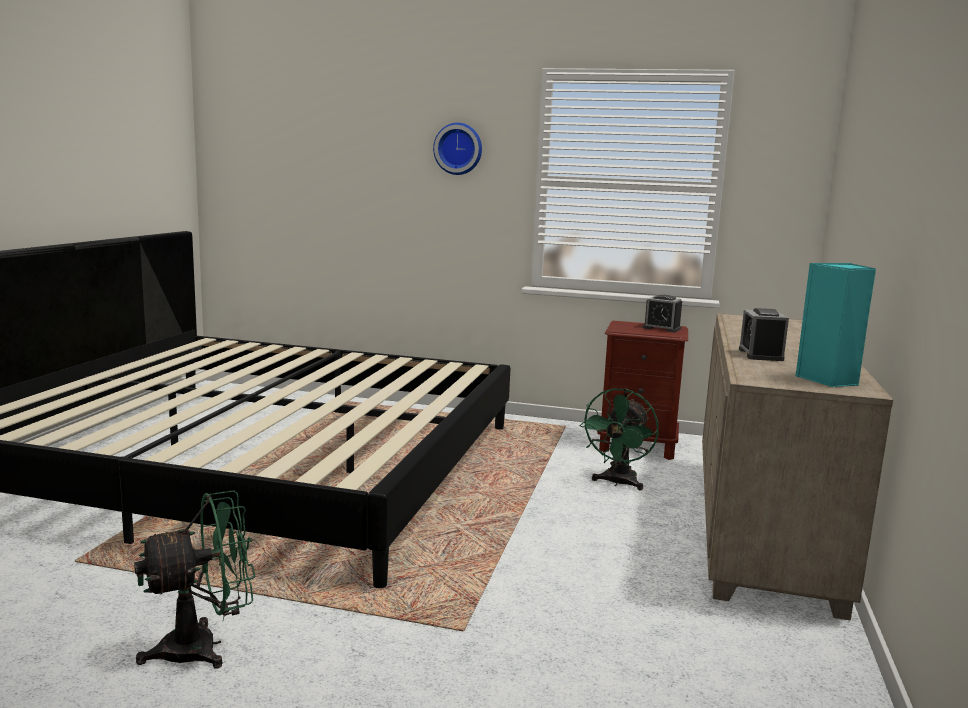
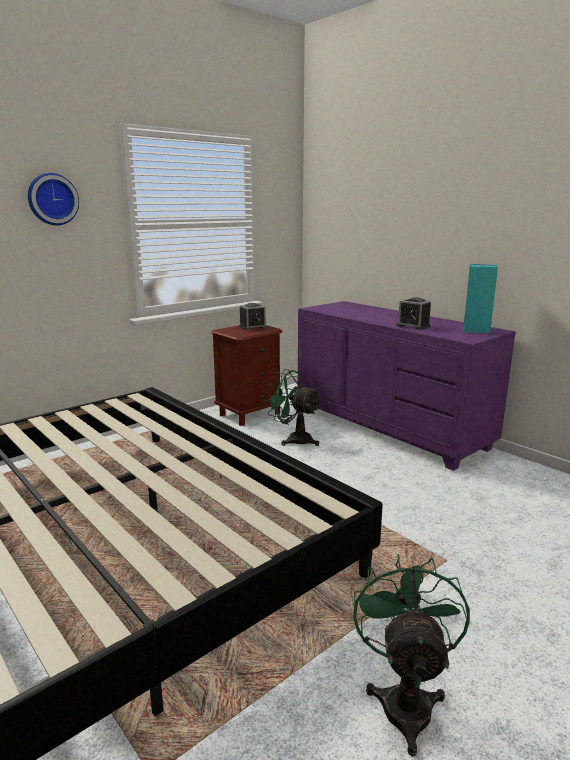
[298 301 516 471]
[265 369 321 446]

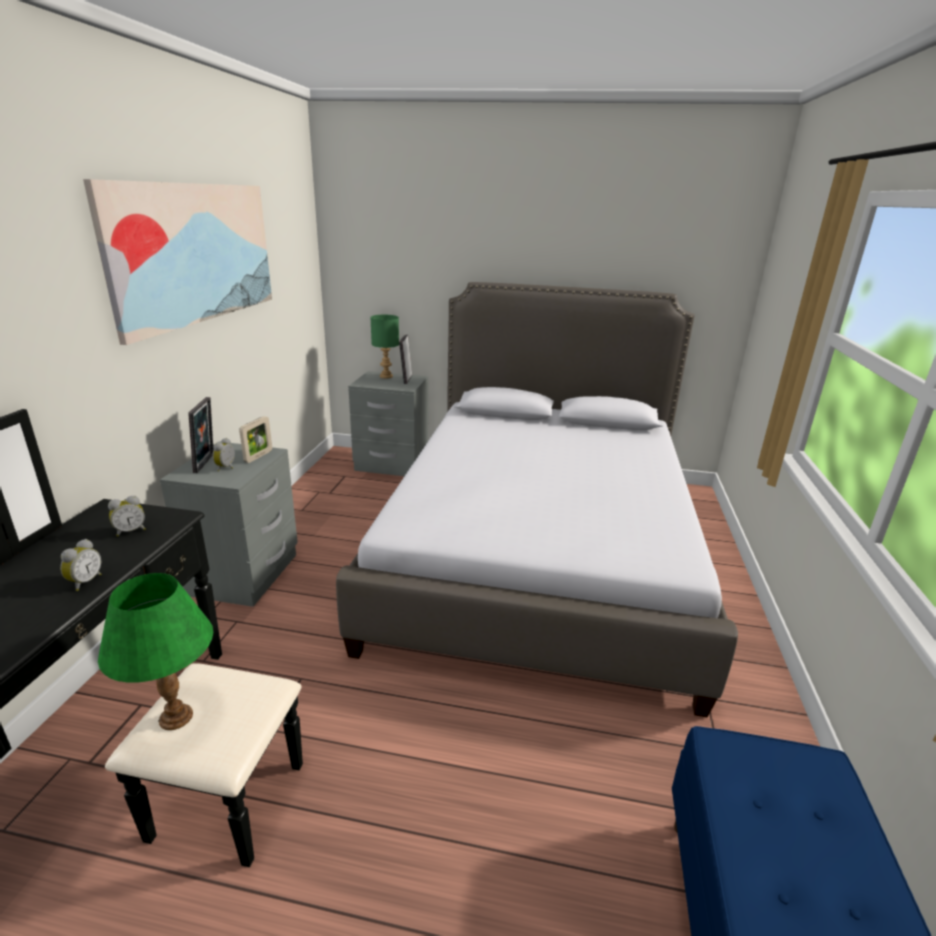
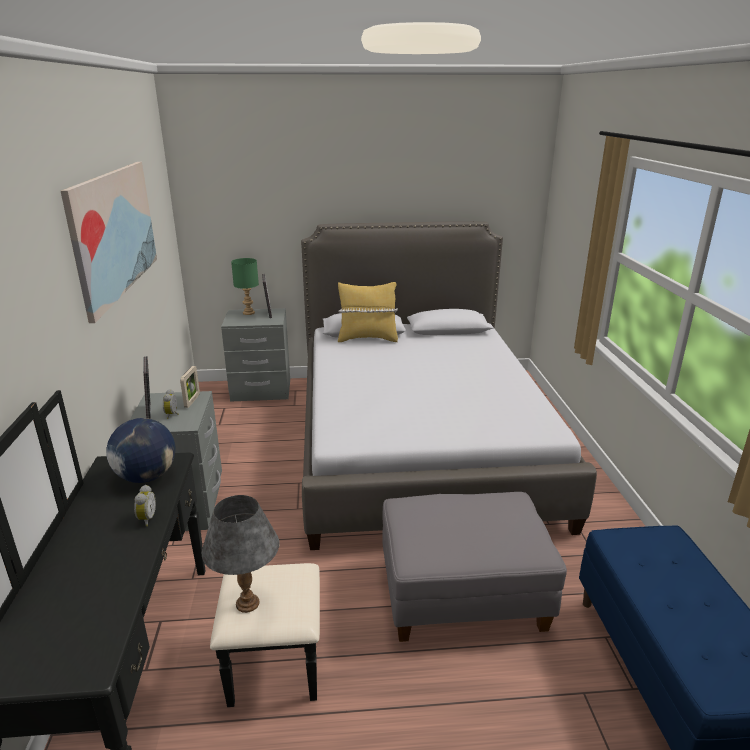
[106 418 176 483]
[201 495 279 613]
[338 282 398 342]
[382 492 567 642]

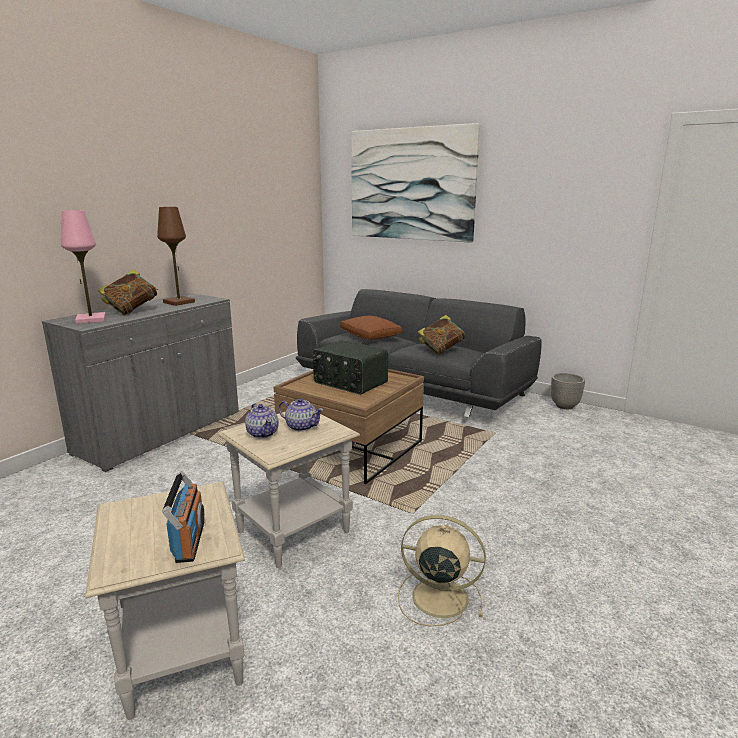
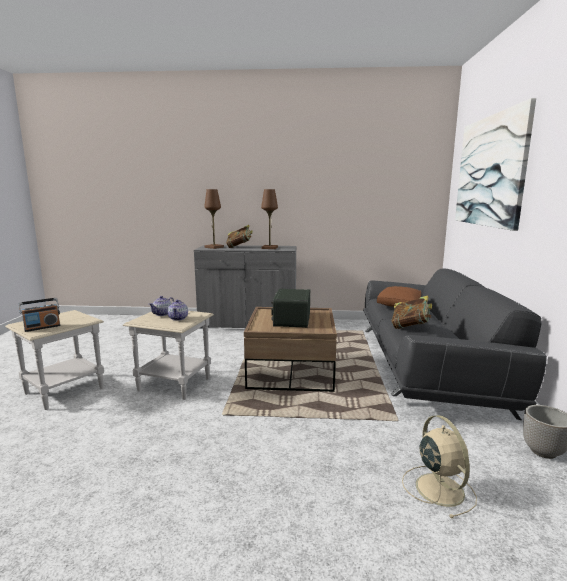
[204 189 224 249]
[402 415 477 519]

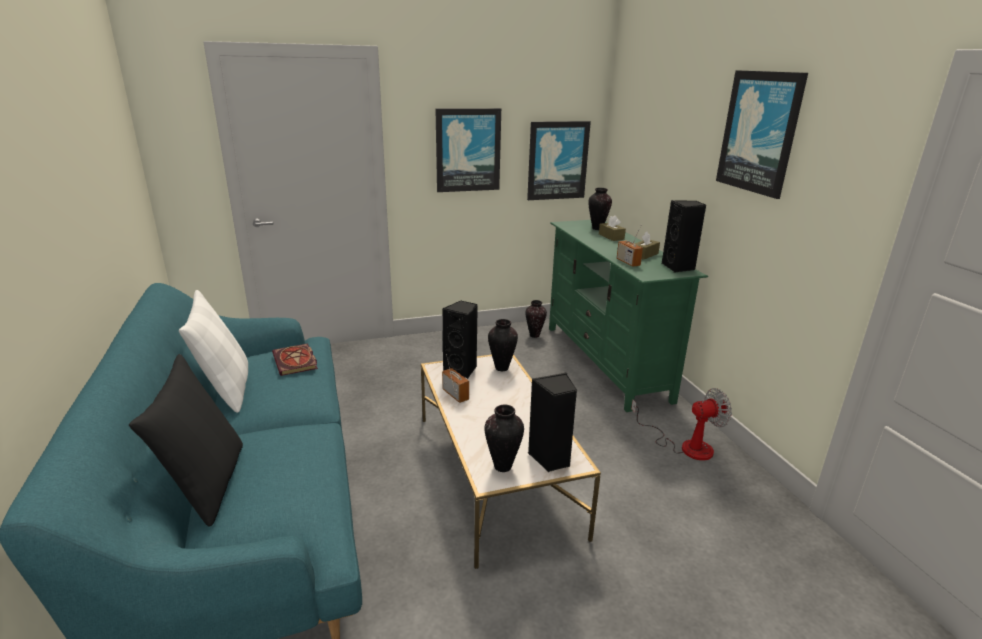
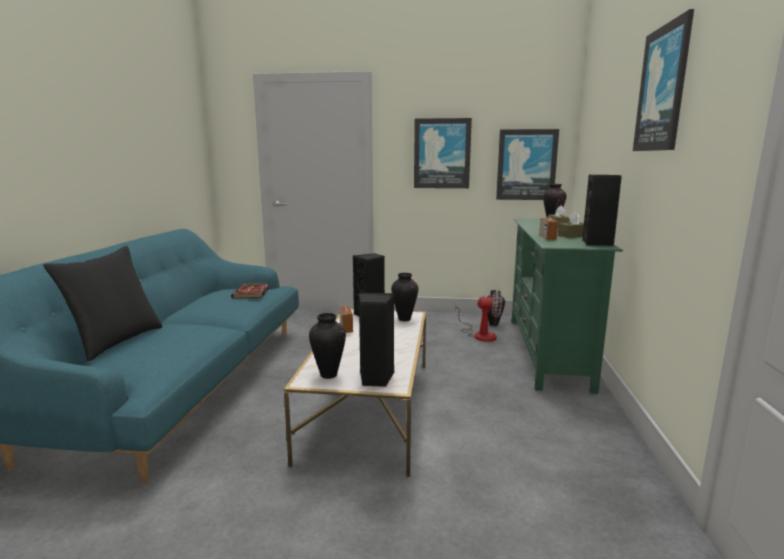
[179 290 248 413] (first image)
[455 290 502 342]

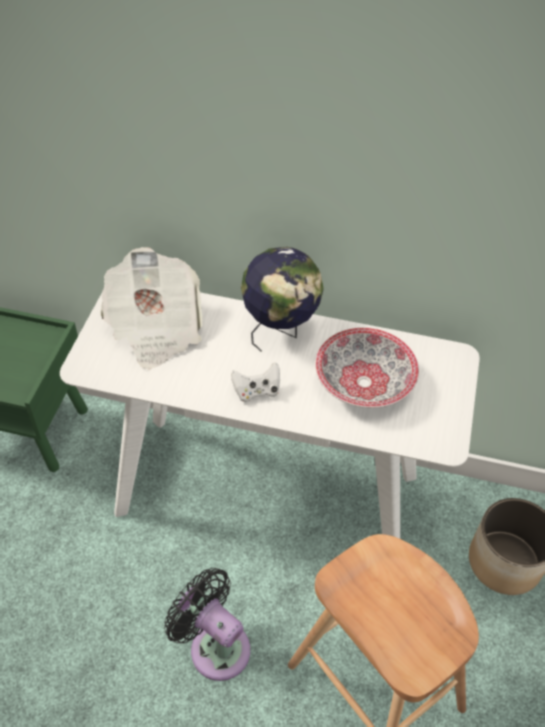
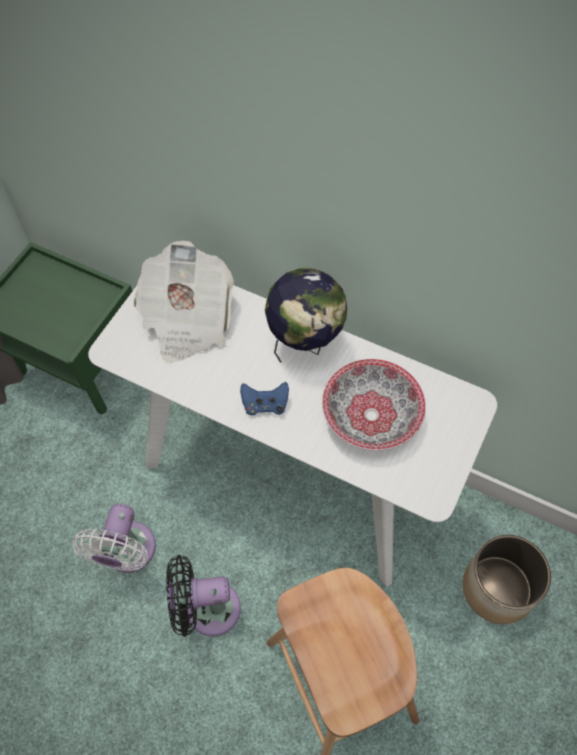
[240 382 289 416]
[166 555 241 637]
[72 504 156 573]

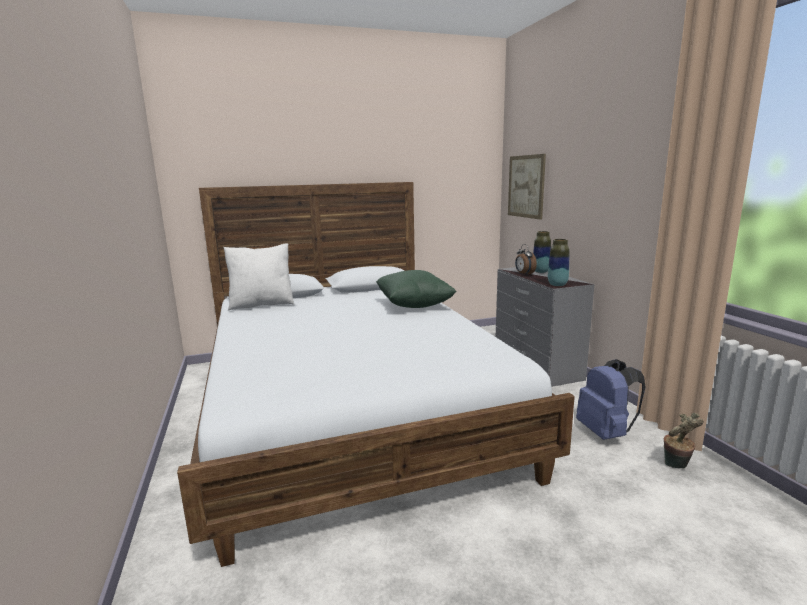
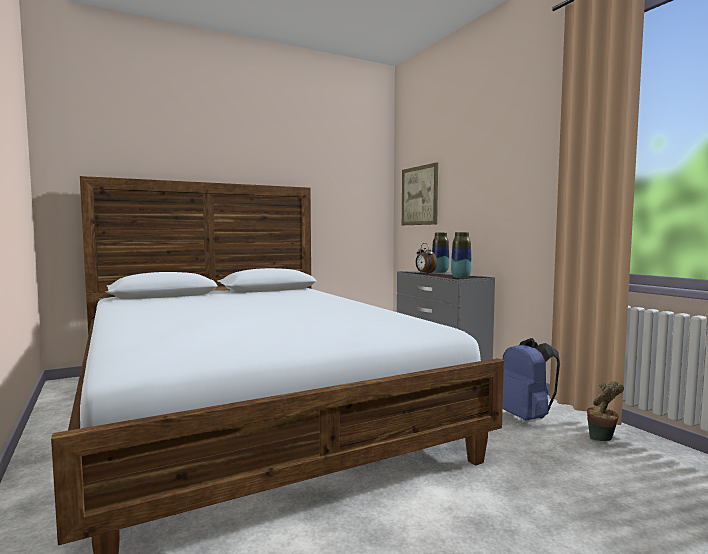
[223 243 294 311] (first image)
[376 270 457 308] (first image)

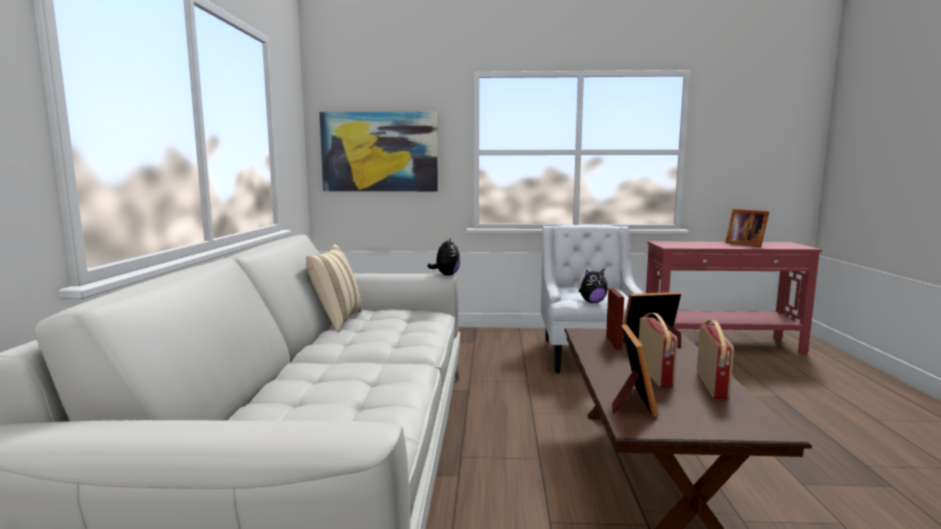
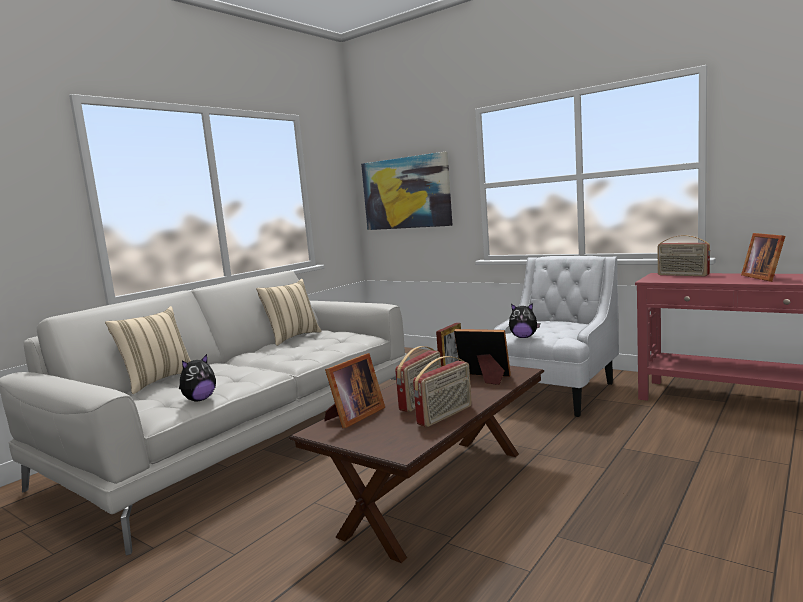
[179 354 216 401]
[658 235 710 276]
[105 306 191 394]

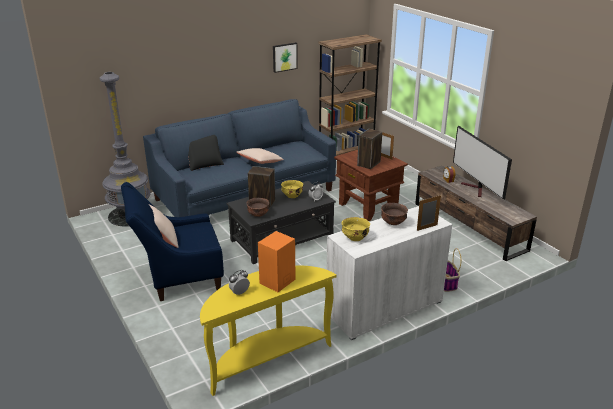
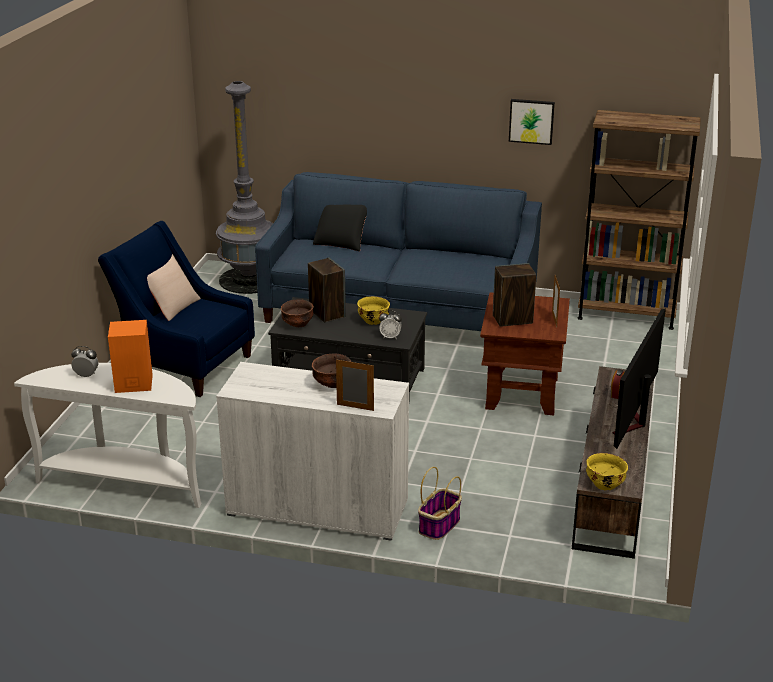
[237 148 284 164] (first image)
[586 453 628 490]
[14 363 202 508]

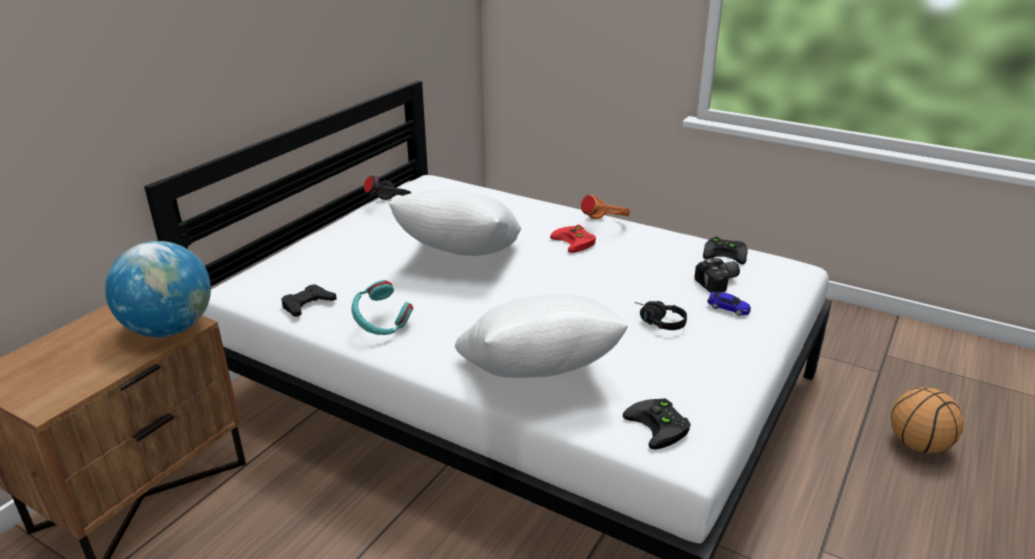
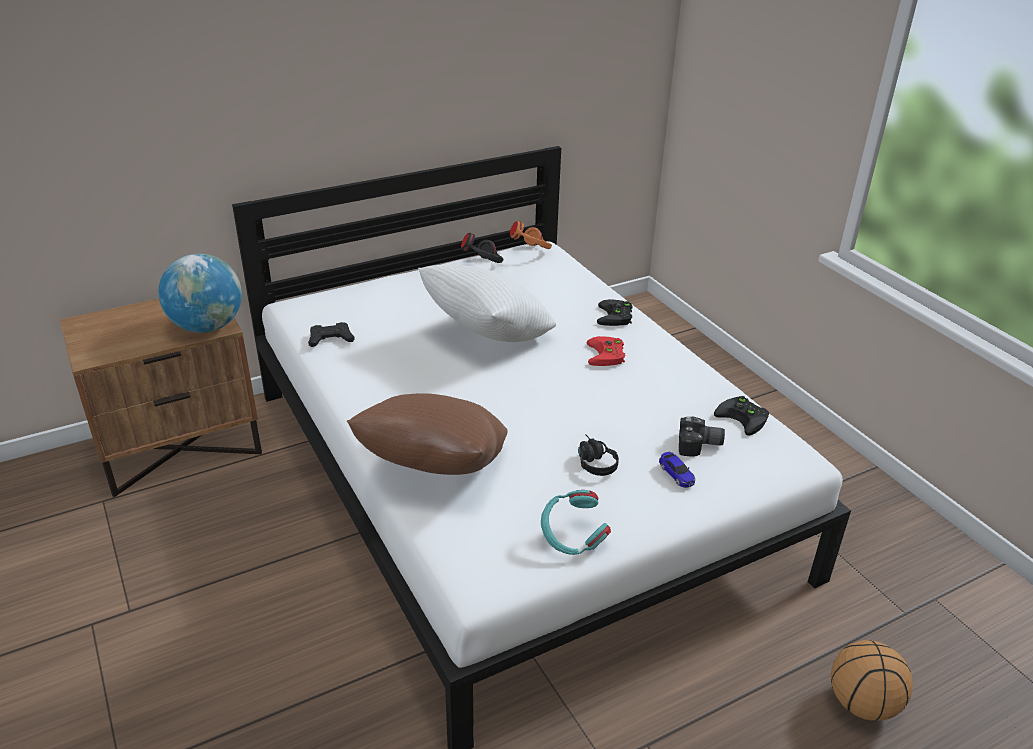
[510 221 552 249]
[541 490 611 555]
[347 393 508 475]
[597 299 633 326]

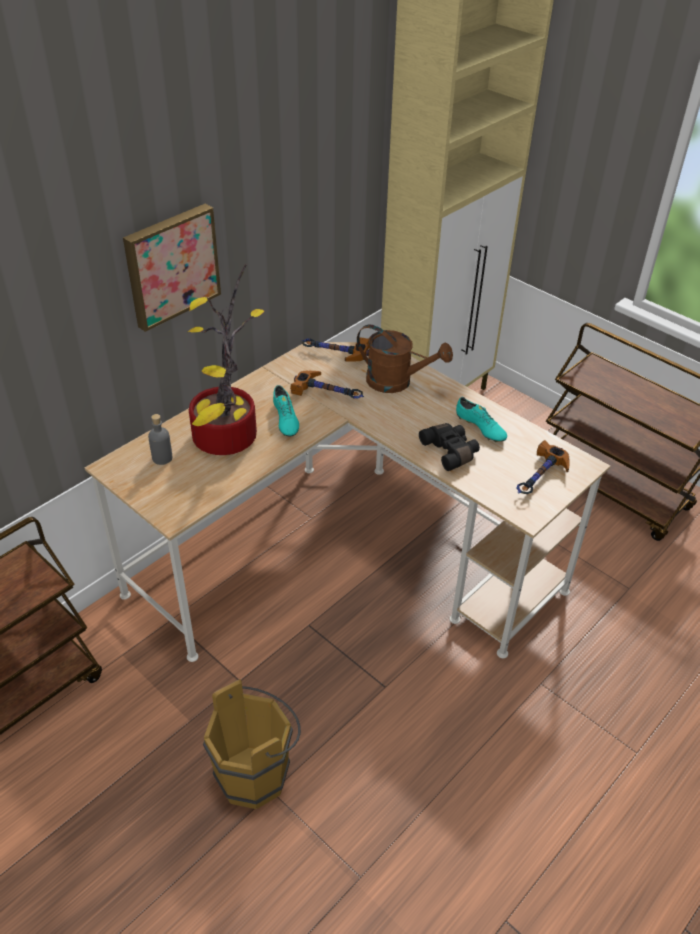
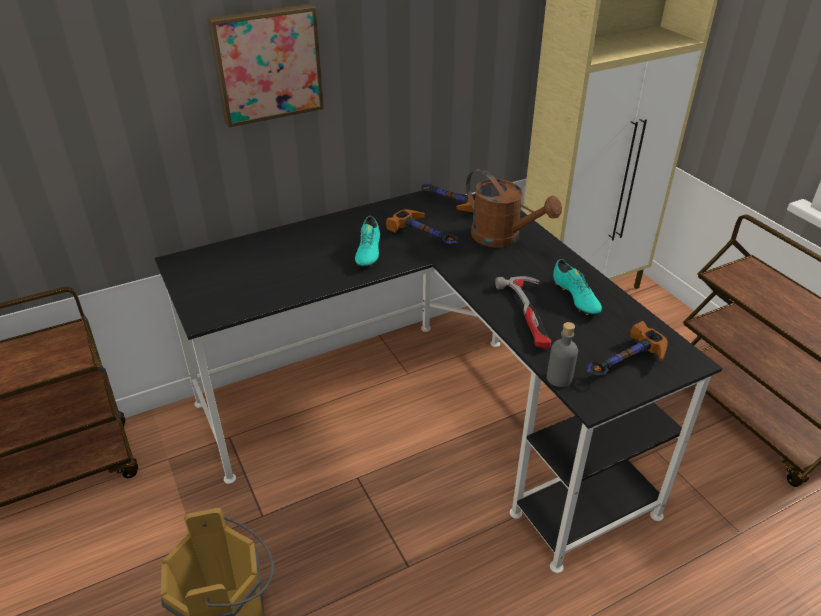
[188 264 264 455] (first image)
[155 190 722 573]
[547 322 578 387]
[495 276 551 349]

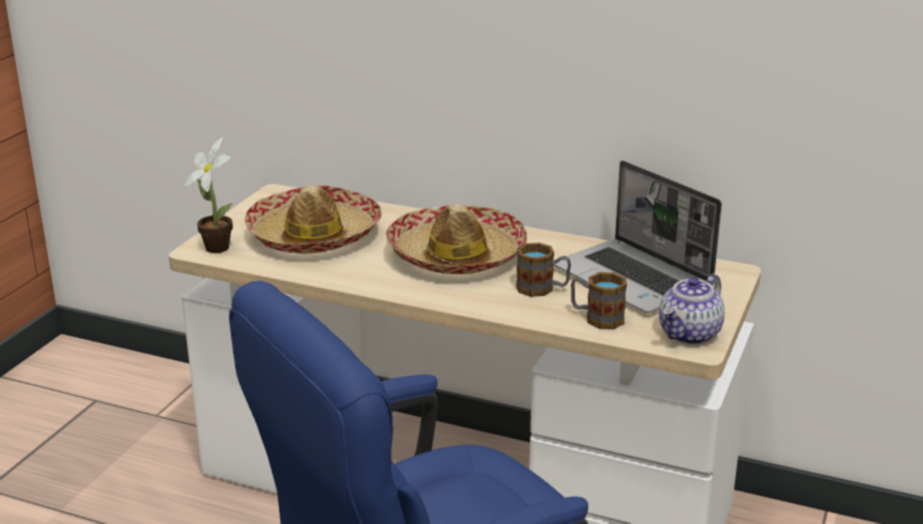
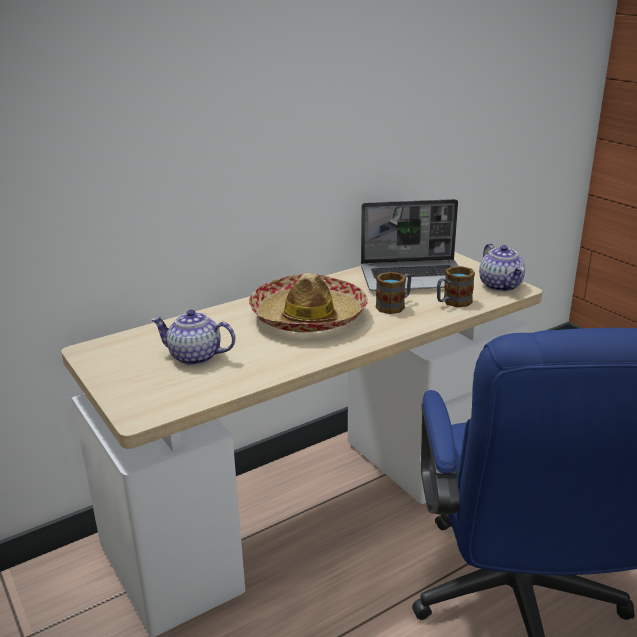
[184 137 233 253] (first image)
[151 309 236 366]

